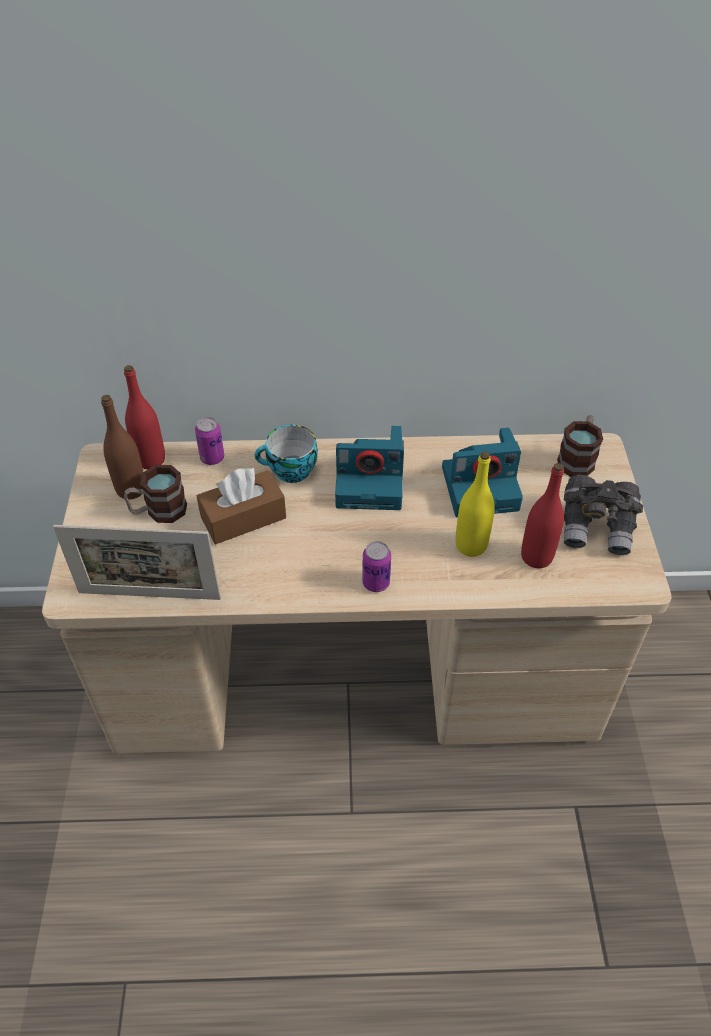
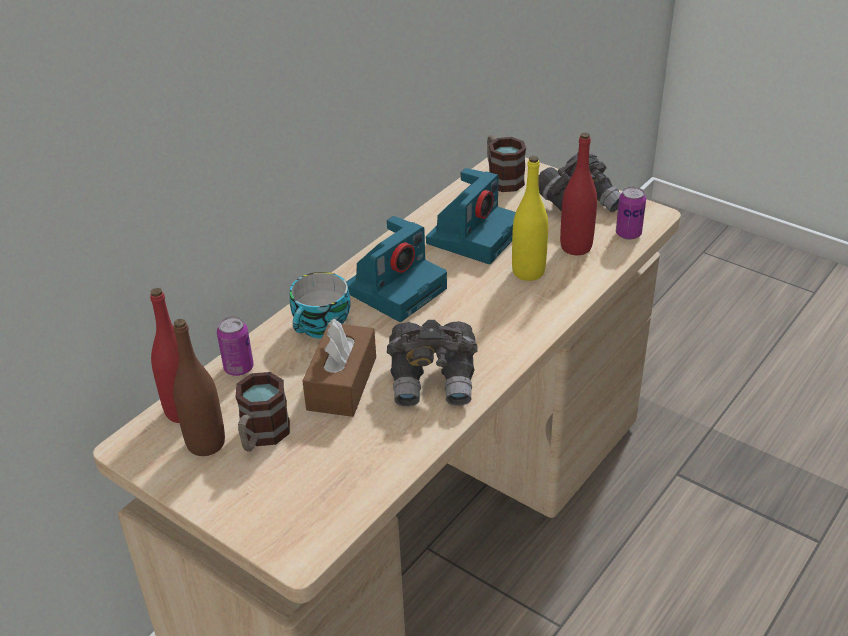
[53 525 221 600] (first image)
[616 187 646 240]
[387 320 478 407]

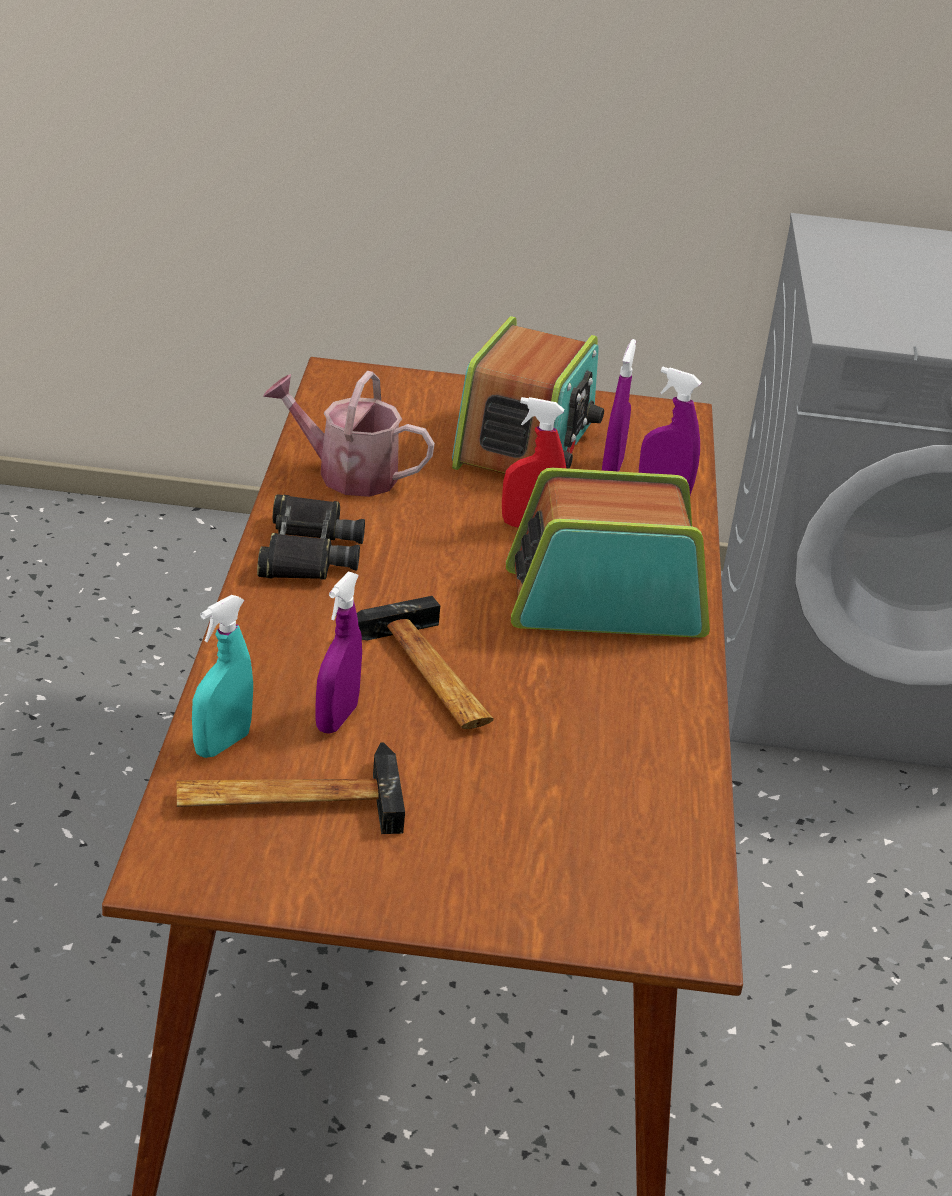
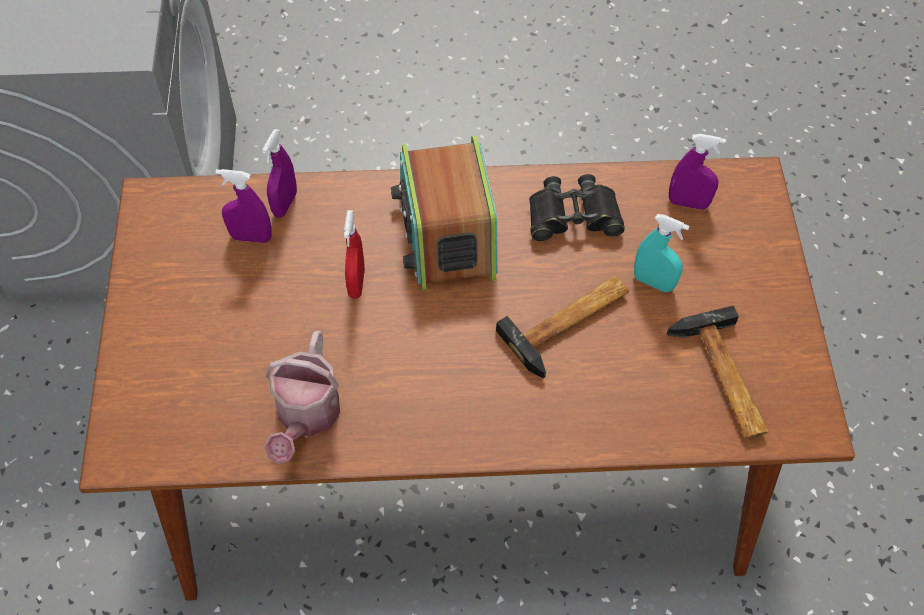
[452 316 604 474] (first image)
[529 174 625 241]
[669 134 726 210]
[634 214 689 293]

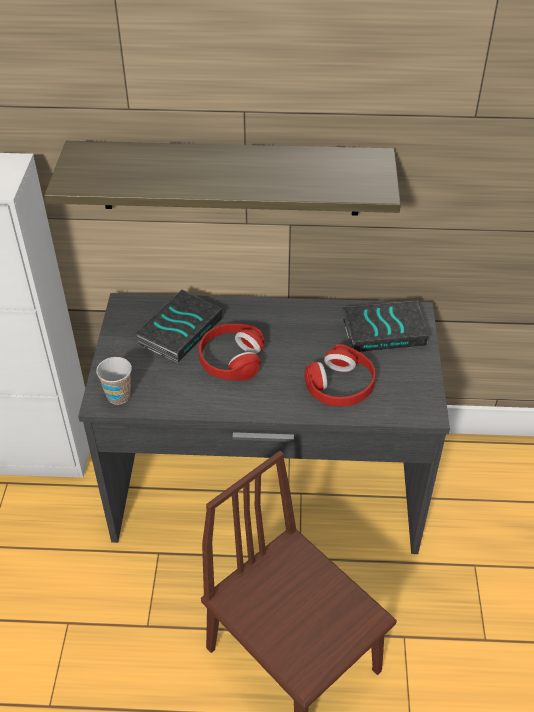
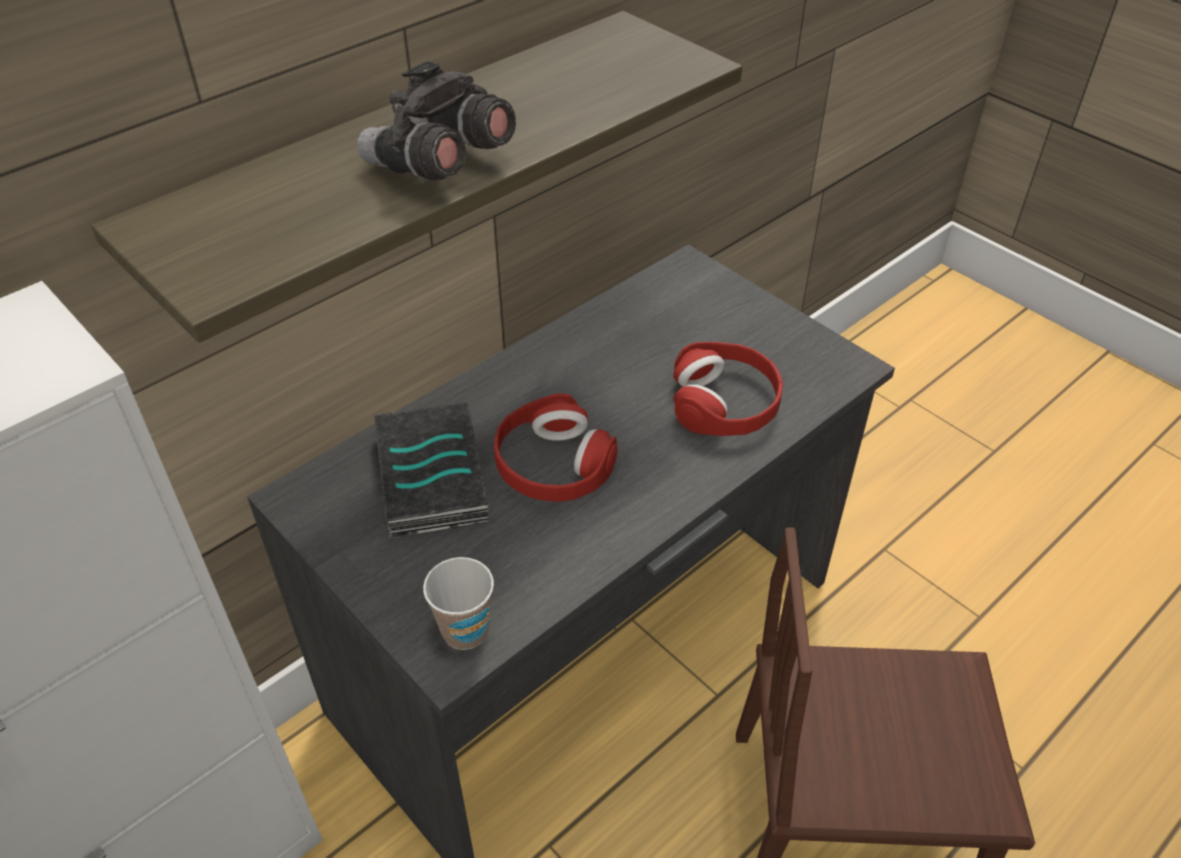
[342 300 429 352] (first image)
[357 61 516 181]

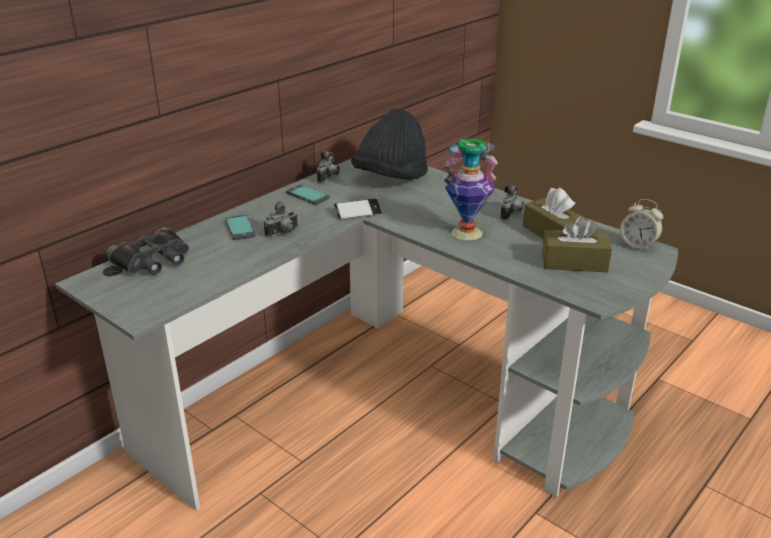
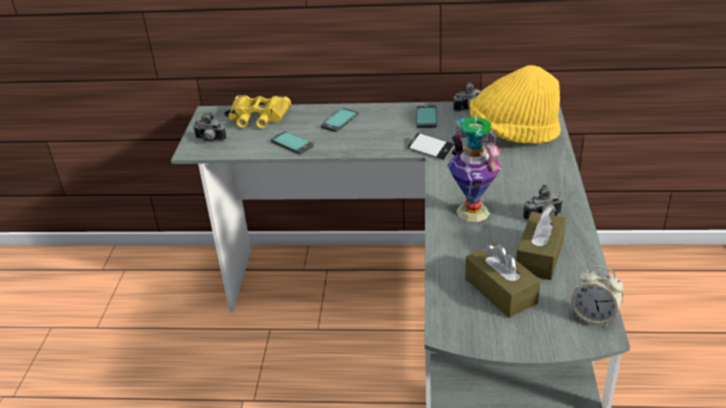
[470 65 561 144]
[571 266 624 327]
[193 112 227 142]
[229 95 291 129]
[271 131 314 155]

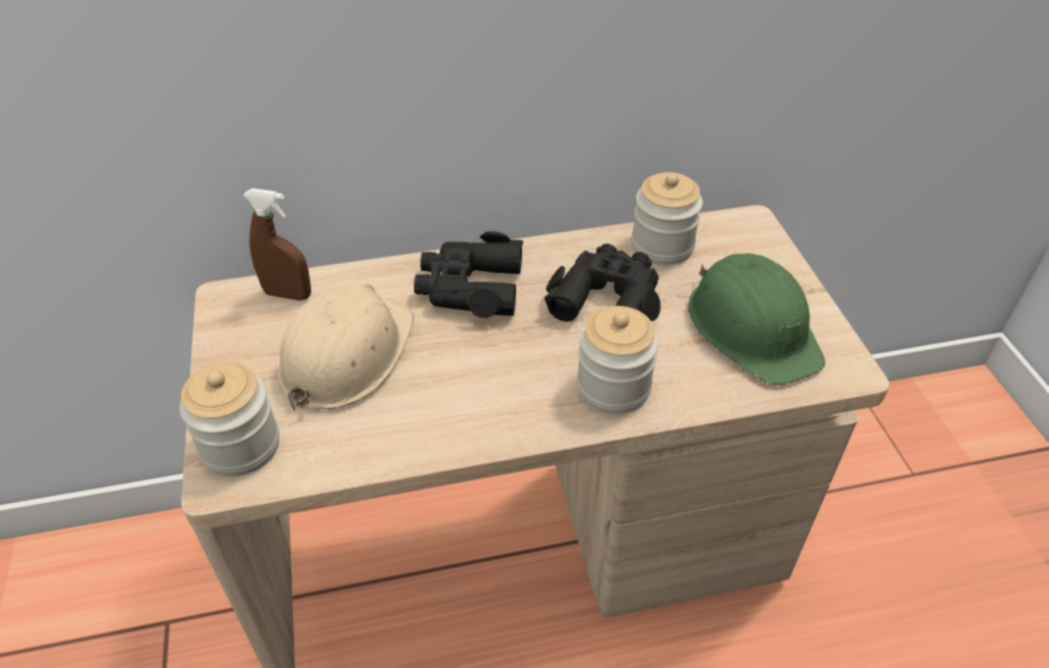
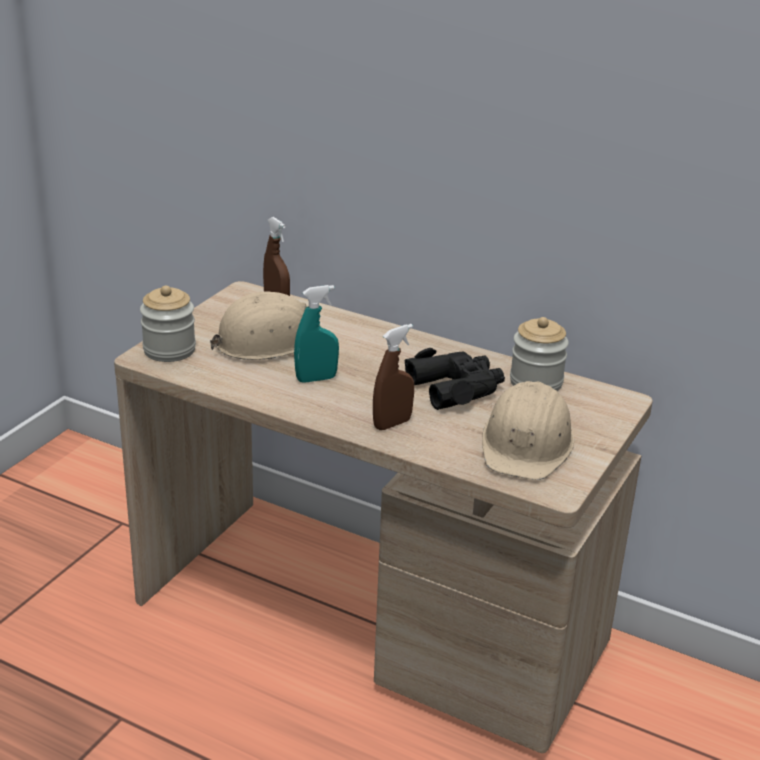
[414 231 523 318] (first image)
[482 381 574 480]
[373 324 414 430]
[294 285 339 383]

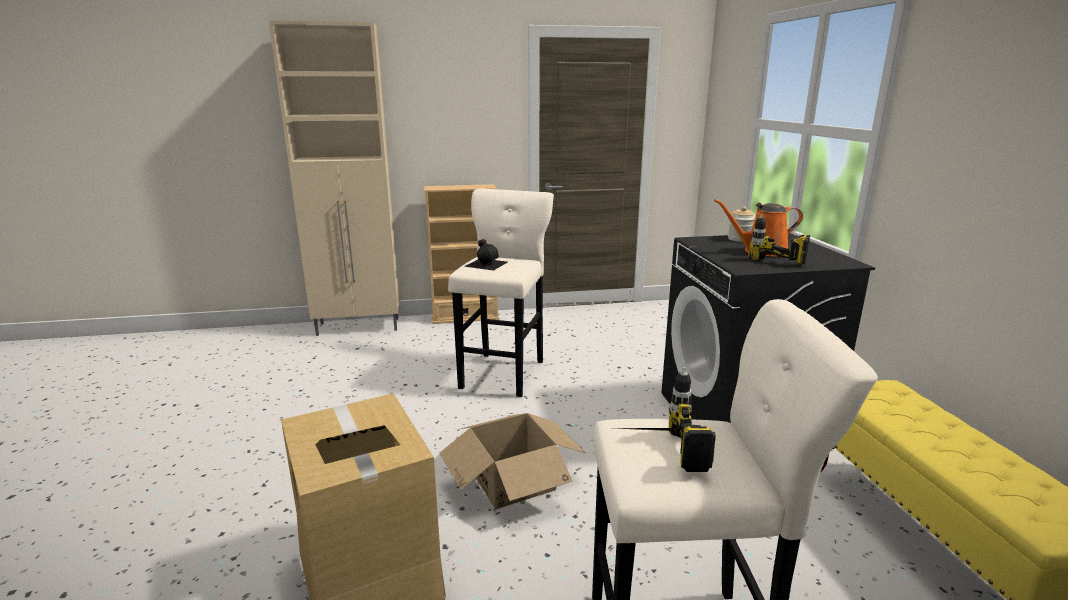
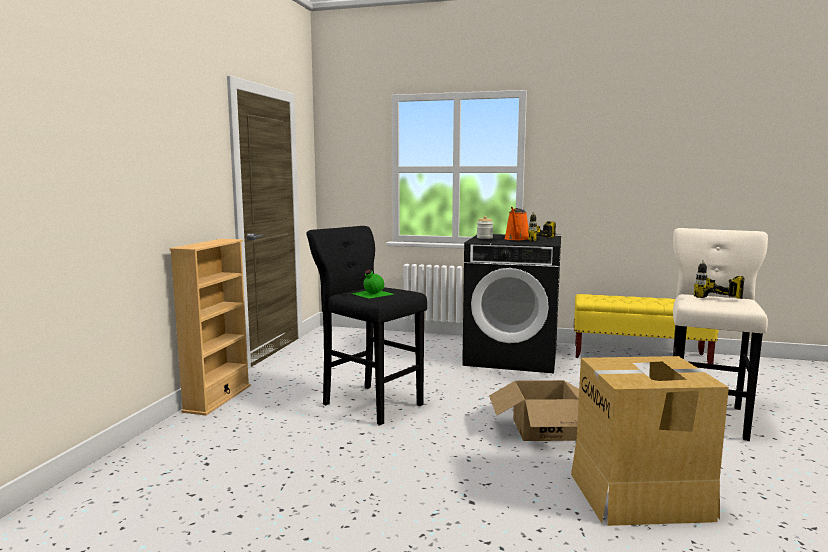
[269 21 399 336] (first image)
[306 226 427 426]
[350 270 393 299]

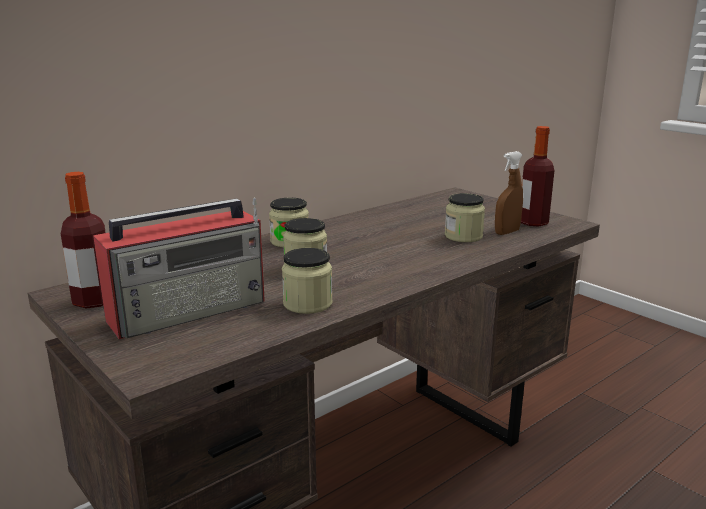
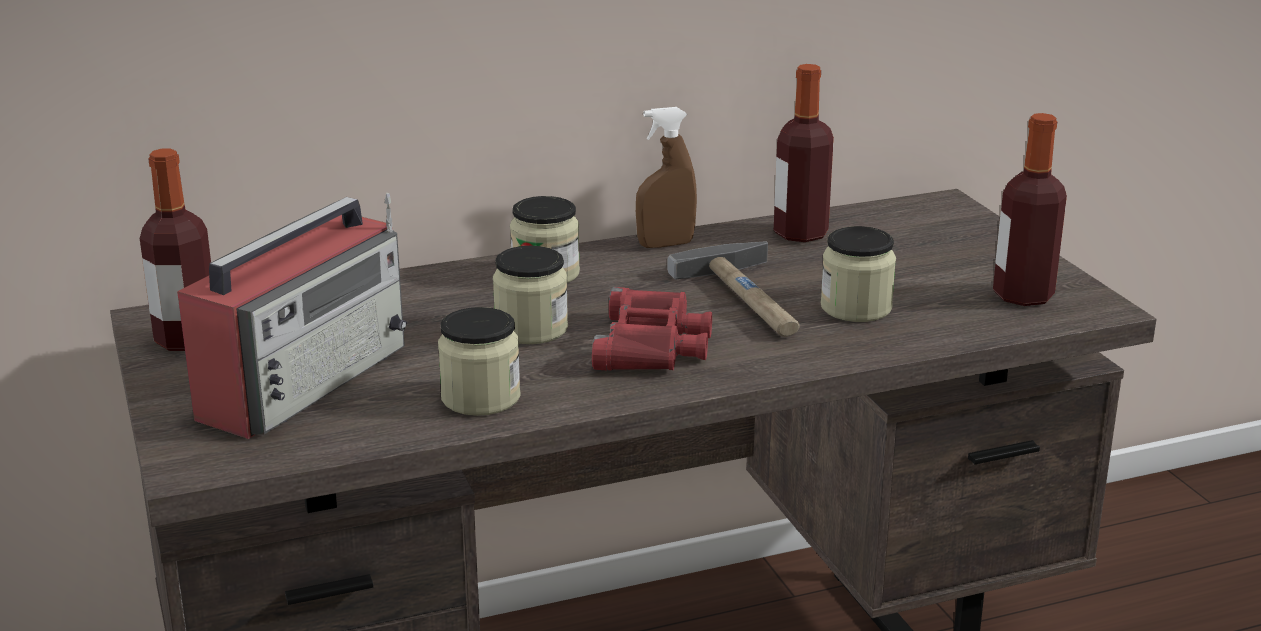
[636 107 697 248]
[177 192 407 439]
[774 64 834 242]
[667 241 800 337]
[592 287 712 370]

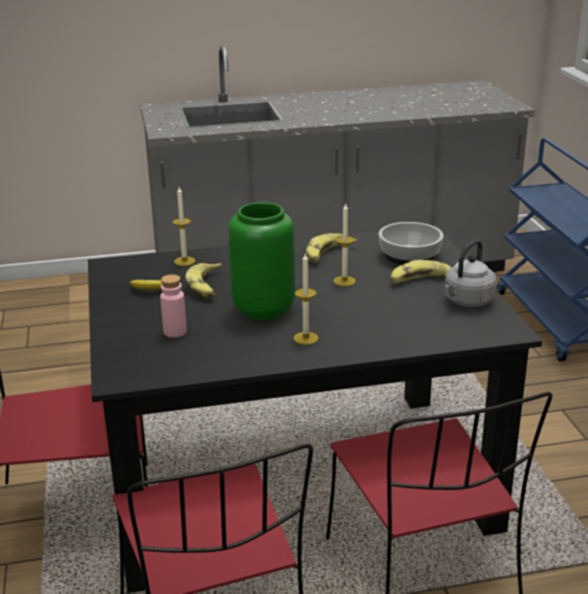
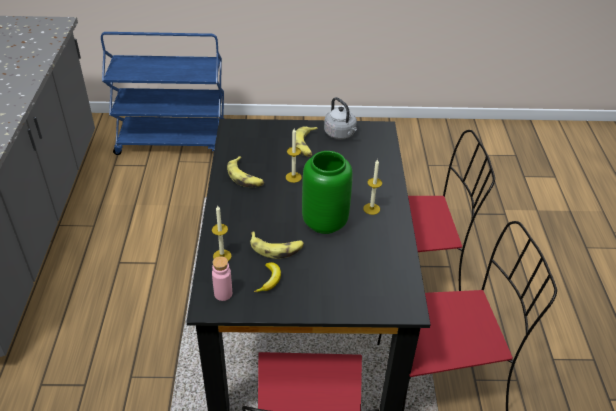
[378 222 443 265] (first image)
[212 256 232 301]

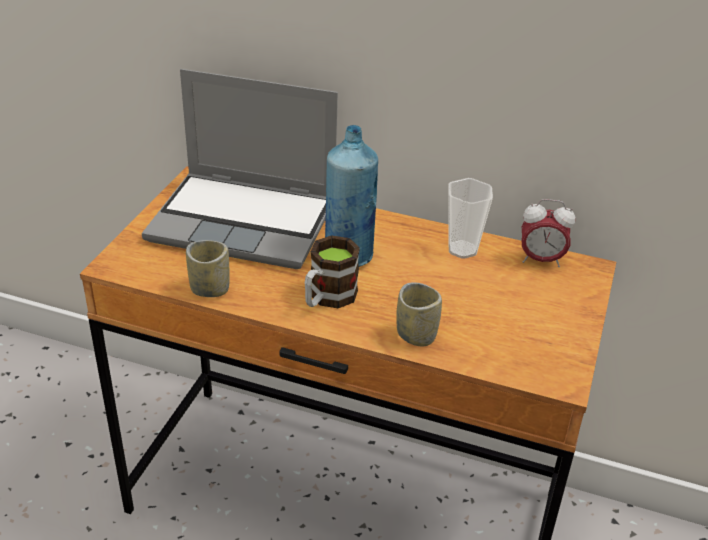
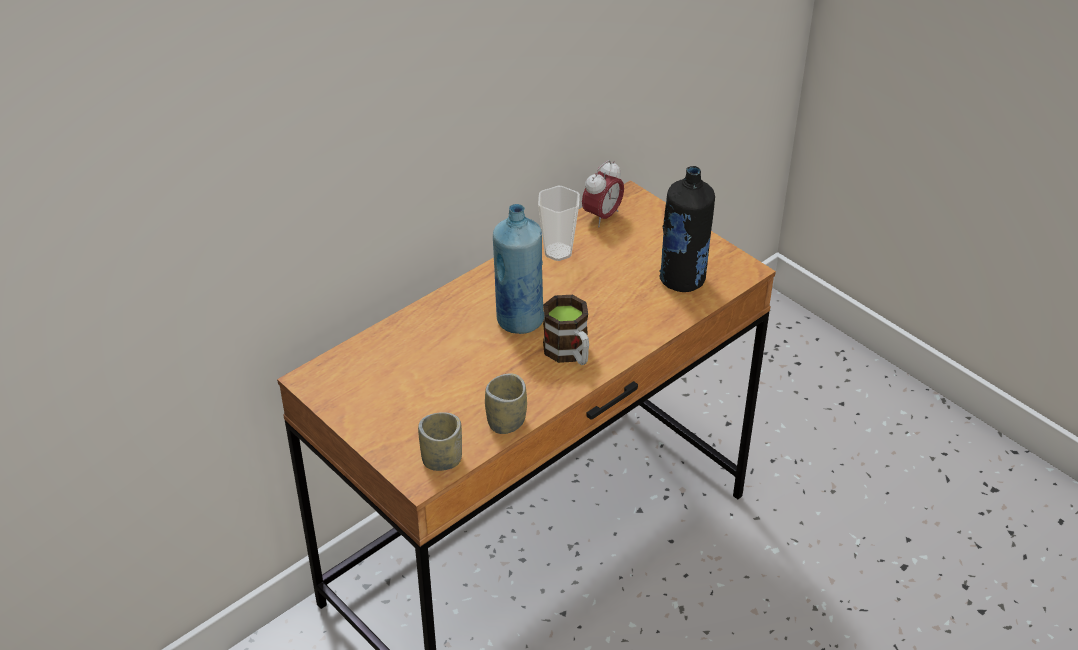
[142 69 338 269] (first image)
[418 412 462 471]
[659 166 715 292]

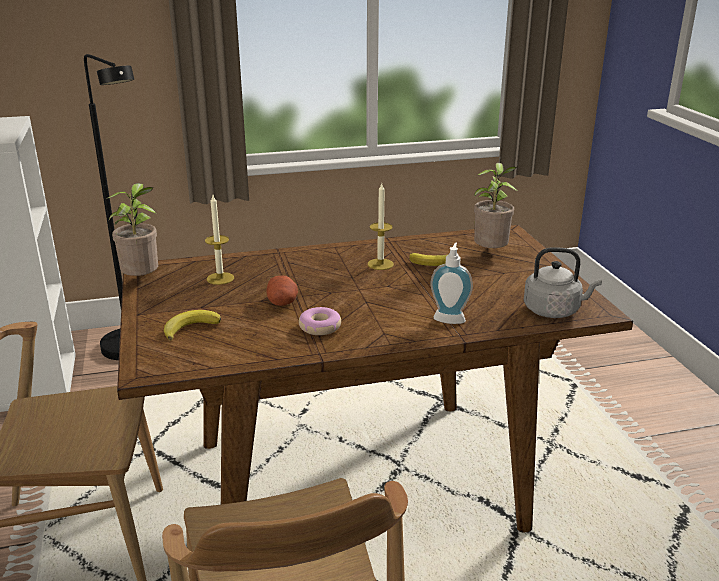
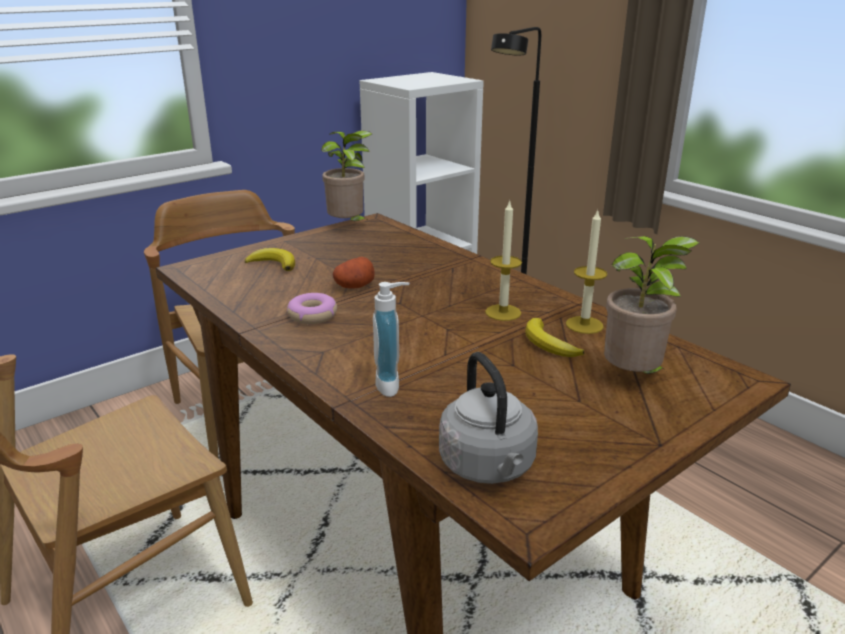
[566 210 607 334]

